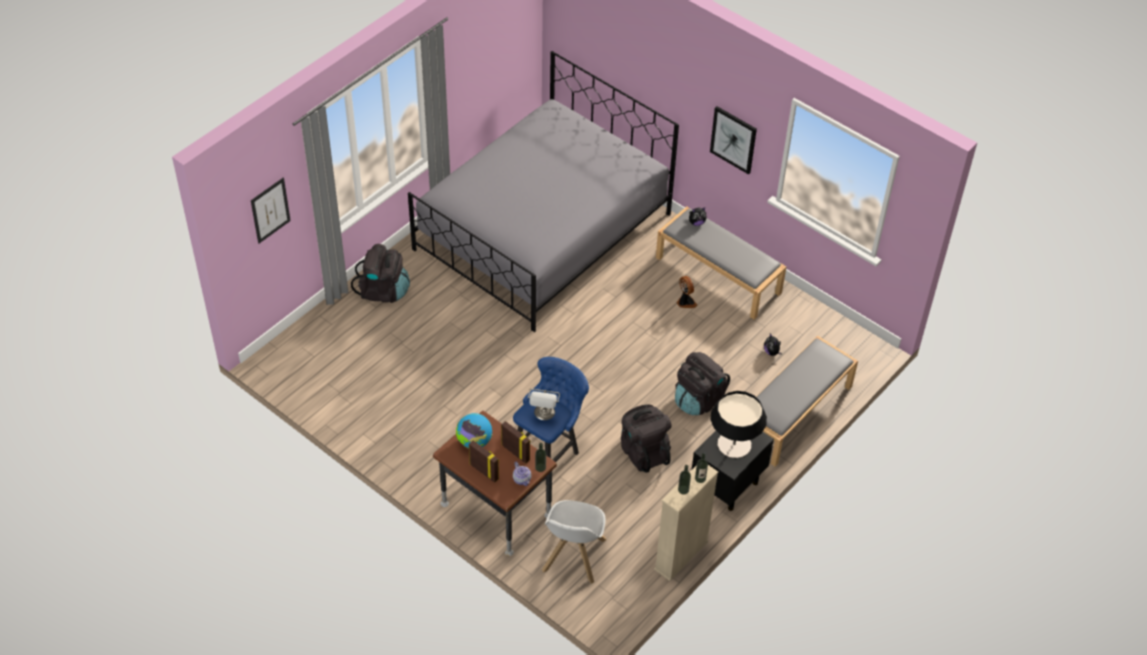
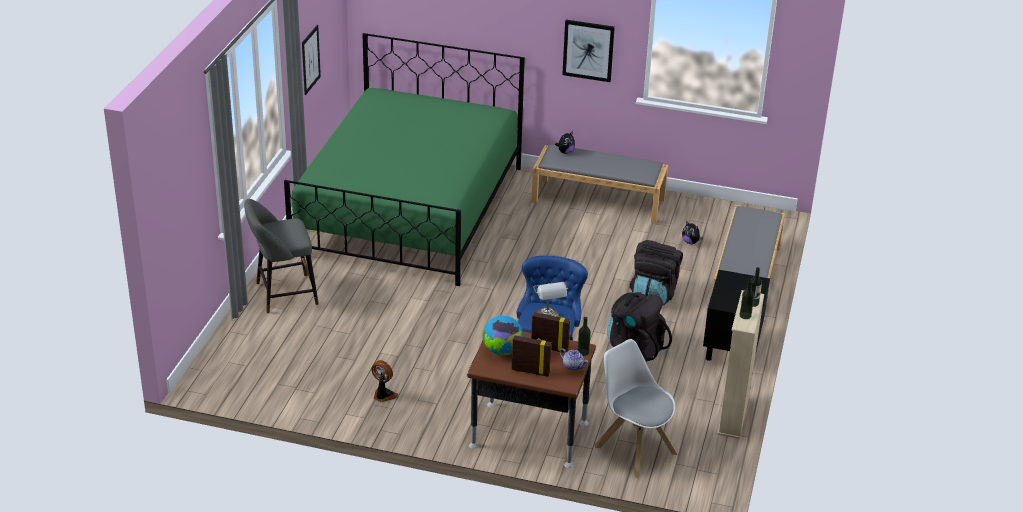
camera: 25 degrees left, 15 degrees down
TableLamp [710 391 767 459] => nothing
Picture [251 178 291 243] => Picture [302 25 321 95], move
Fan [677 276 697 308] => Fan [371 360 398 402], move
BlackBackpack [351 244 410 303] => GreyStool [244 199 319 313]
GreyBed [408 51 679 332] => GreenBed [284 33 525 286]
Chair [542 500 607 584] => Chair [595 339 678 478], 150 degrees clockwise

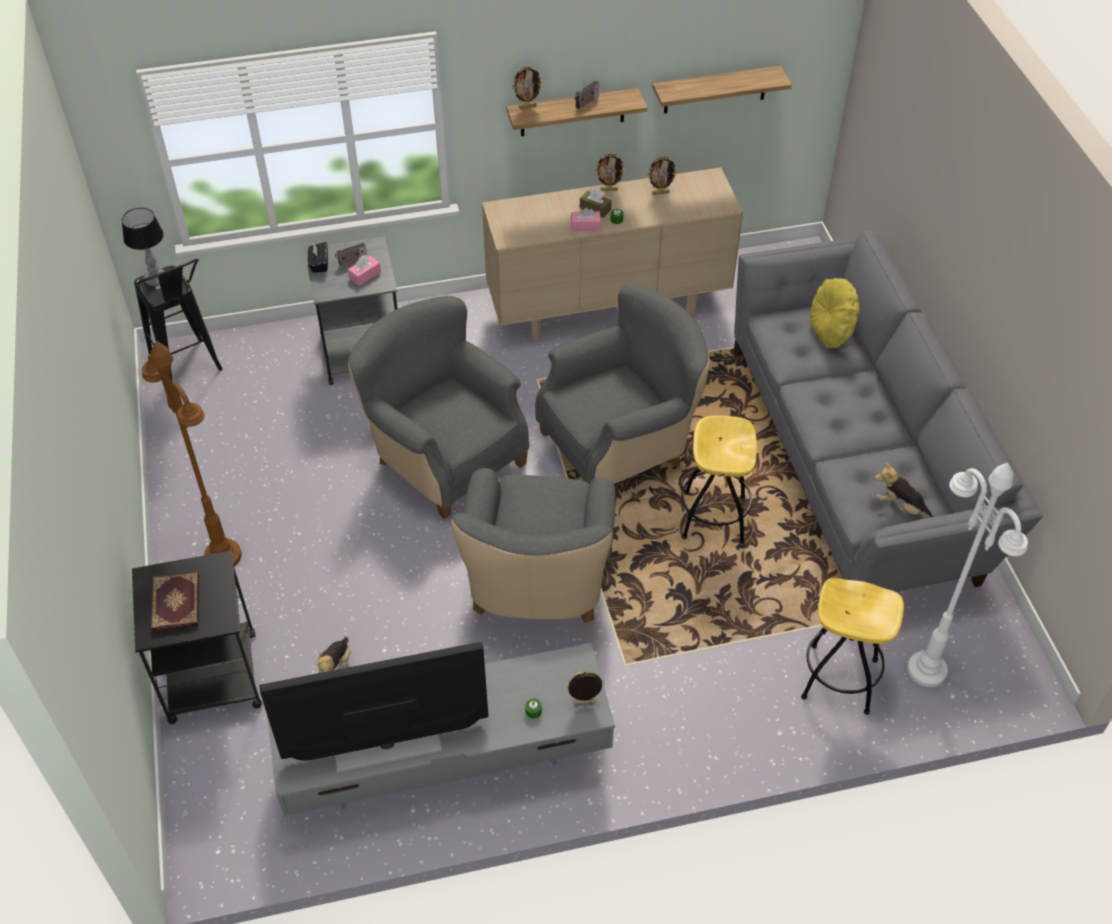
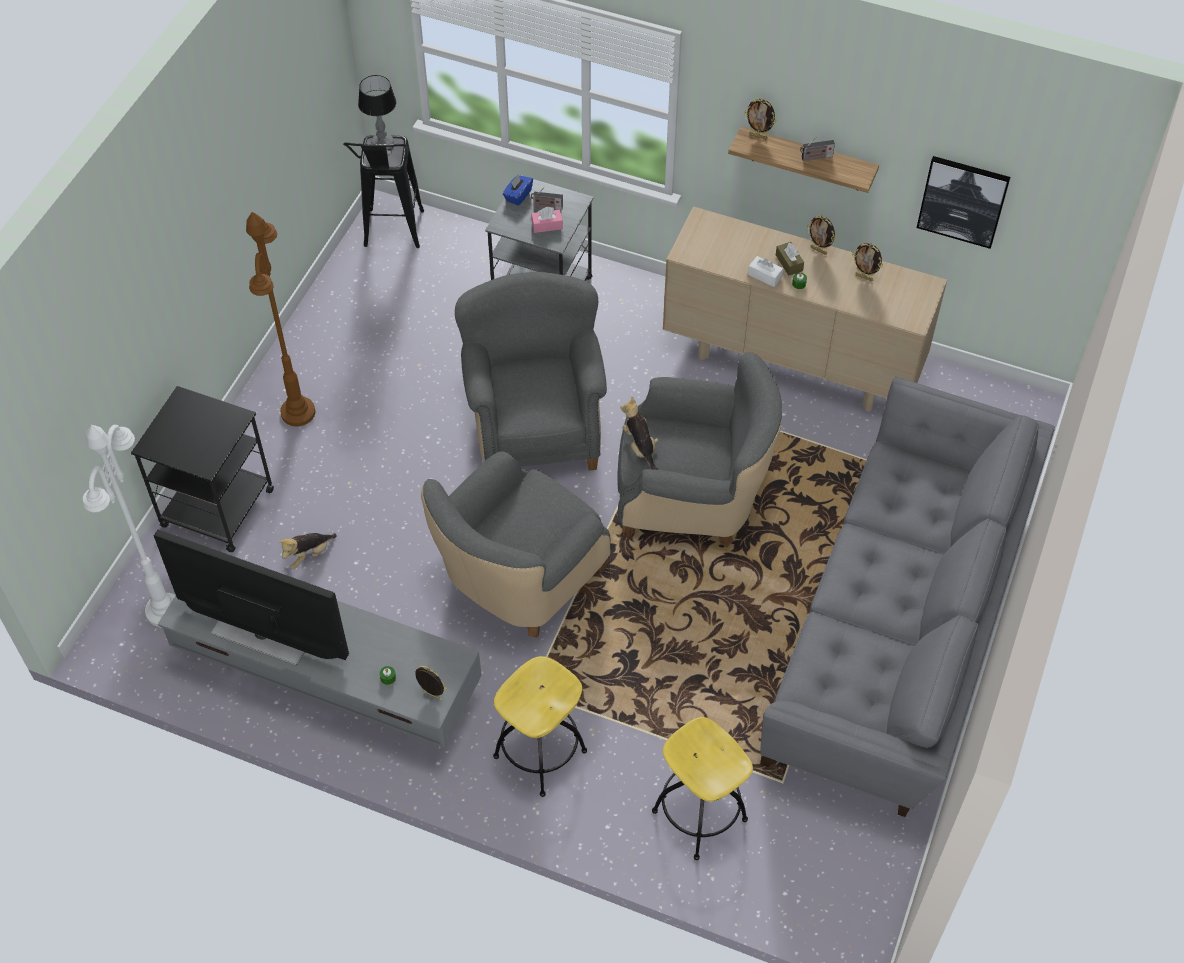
camera: 35 degrees right, 5 degrees up
Book [151 572 199 633] => nothing
YellowPillow [810 278 860 348] => nothing
YellowStool [681 415 757 544] => YellowStool [493 656 587 797], move
PlushToy [875 462 935 518] => PlushToy [620 396 658 470], move
WhiteFloorLamp [907 463 1028 687] => WhiteFloorLamp [83 425 176 627], move
Shelf [652 66 792 114] => Picture [917 156 1011 249]
BlackTissueBox [308 242 328 273] => BlueTissueBox [503 174 533 206]
PinkTissueBox [571 208 601 231] => WhiteTissueBox [748 256 783 287]

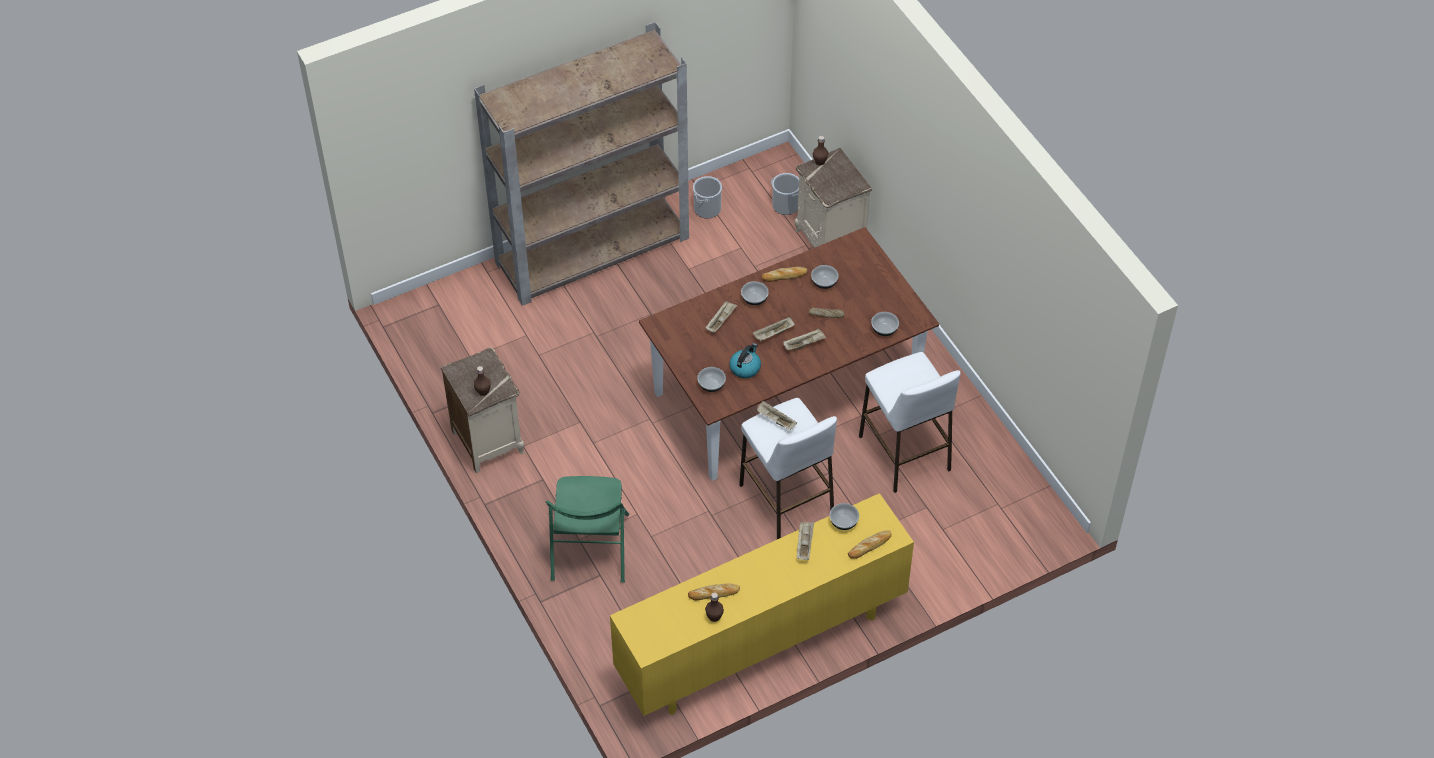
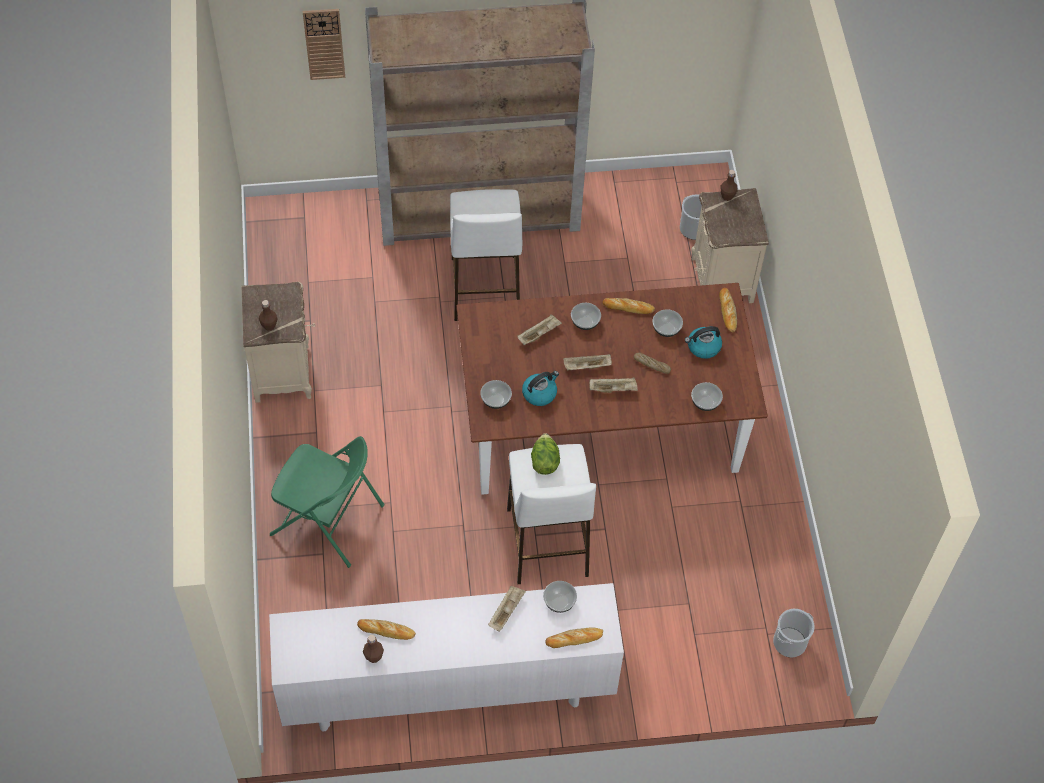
camera: 20 degrees right, 5 degrees up
nothing => WallClock [303 9 345 80]
nothing => Kettle [685 326 722 359]
nothing => Bread [719 288 737 332]
Bucket [693 176 722 218] => Bucket [773 609 815 657], move
WhiteStool [859 352 961 493] => WhiteStool [450 189 522 321], move
BeigeTray [756 401 797 430] => Lettuce [531 433 560 475]
YellowCabinet [610 493 914 716] => WhiteCabinet [269 583 624 731]
GreenChair [546 476 629 583] => GreenChair [270 436 385 568], 90 degrees counterclockwise

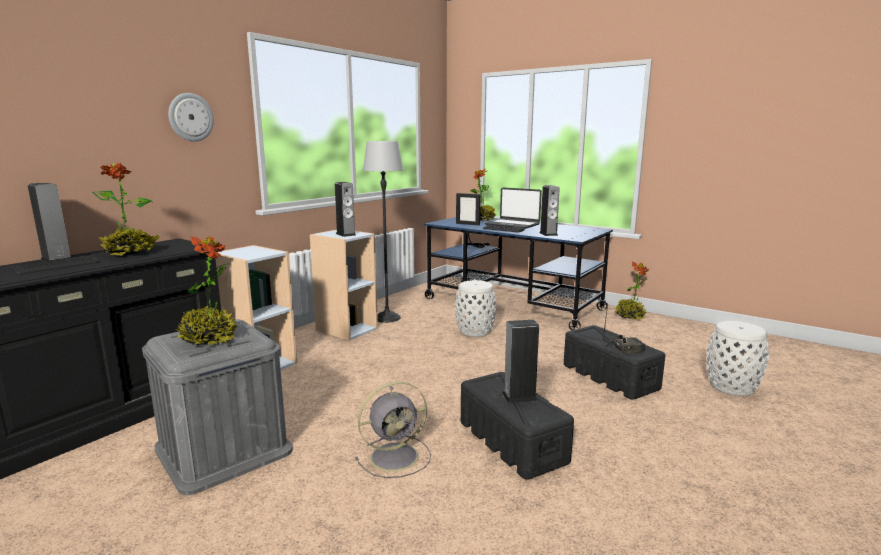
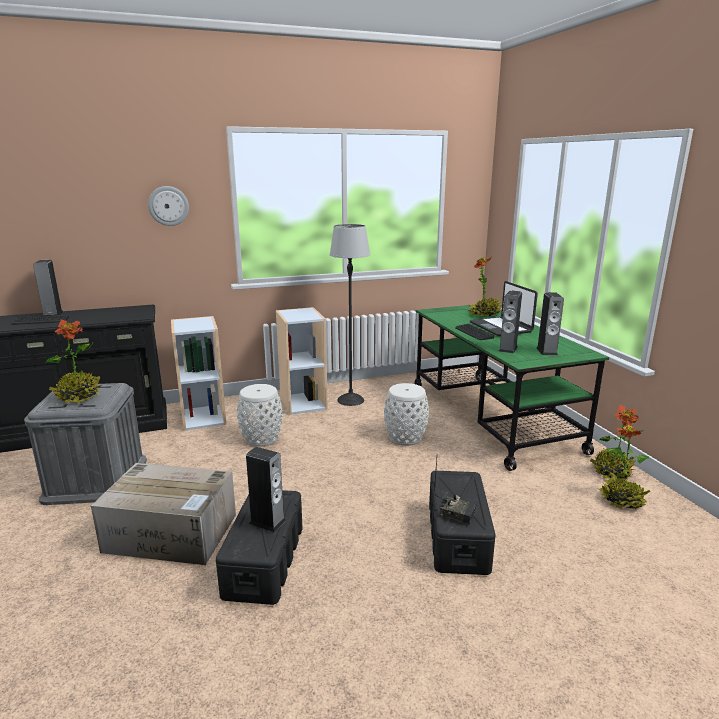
camera: 35 degrees right, 5 degrees up
PictureFrame [456 193 481 225] => nothing
PottedPlant [92 163 160 256] => PottedPlant [599 425 650 509], move
Speaker [335 182 356 237] => Speaker [536 292 564 355], move
WhiteStool [707 321 769 396] => WhiteStool [237 384 283 447], move
GreyFan [355 382 431 478] => CardboardBox [91 463 236 565]
BlueDesk [424 217 613 330] => GreenDesk [415 305 609 471]

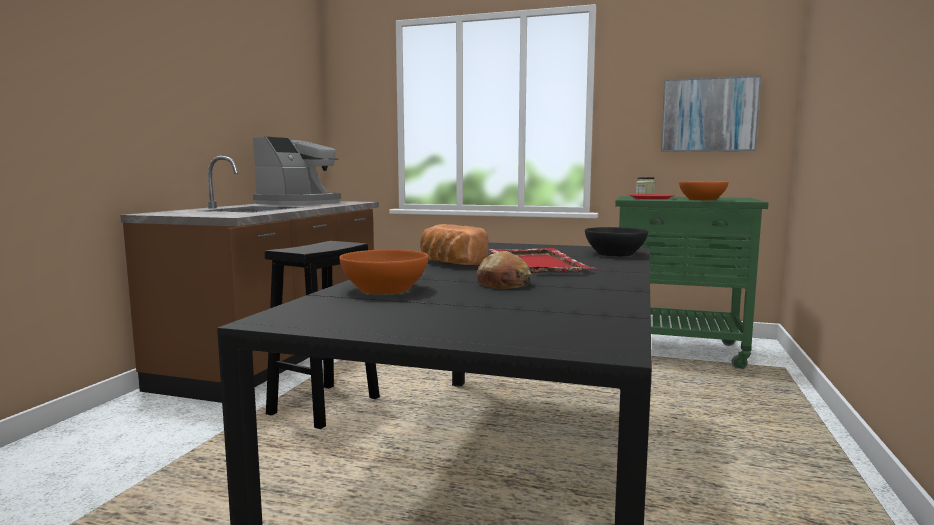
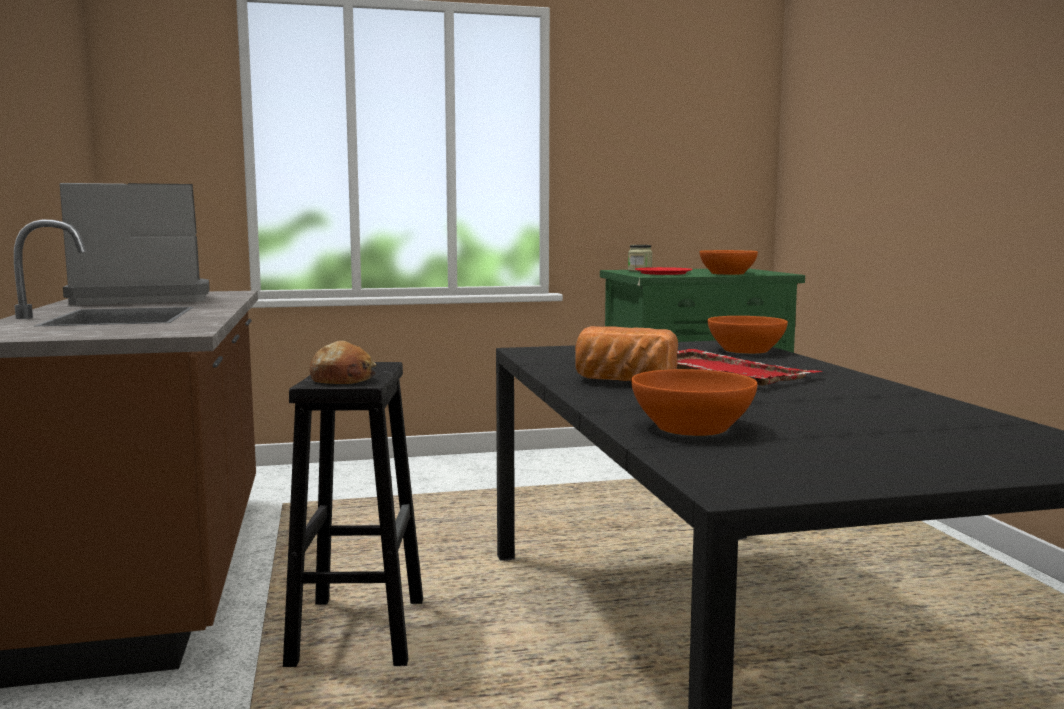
camera: 30 degrees left, 0 degrees up
Picture [661 75 762 152] => nothing
Bread [476 251 532 289] => Bread [310 341 376 384], move
BlackBowl [585 227 648 257] => OrangeBowl [708 316 788 354]
CoffeeMachine [253 136 341 205] => CoffeeMachine [60 183 209 305], 105 degrees counterclockwise

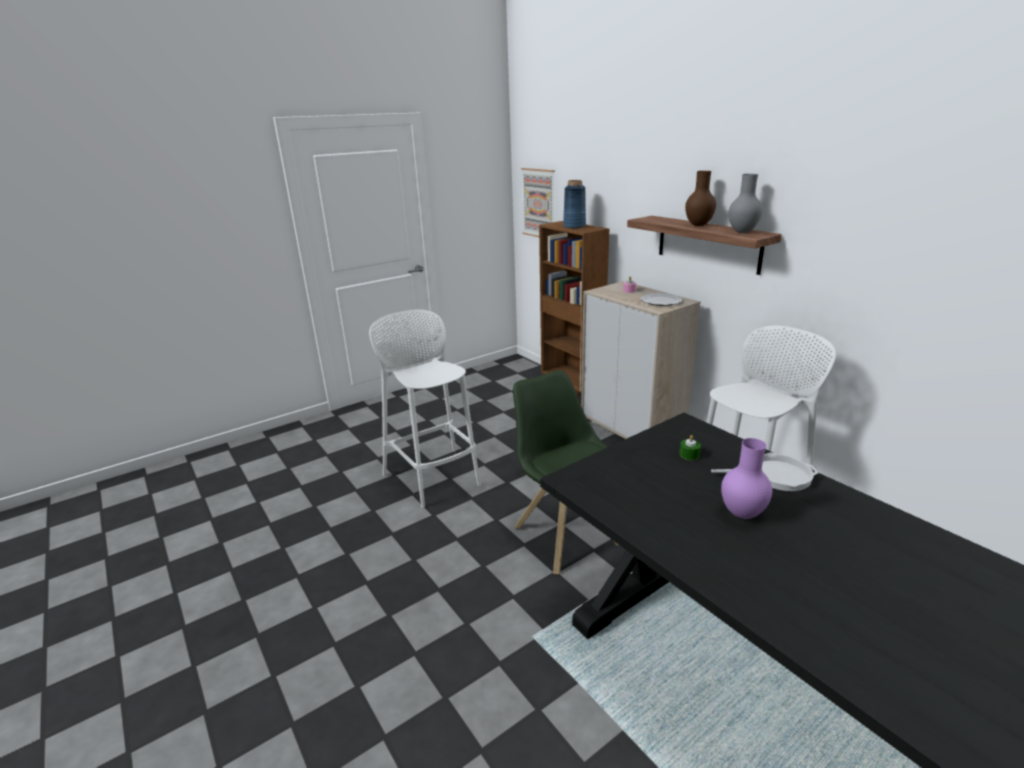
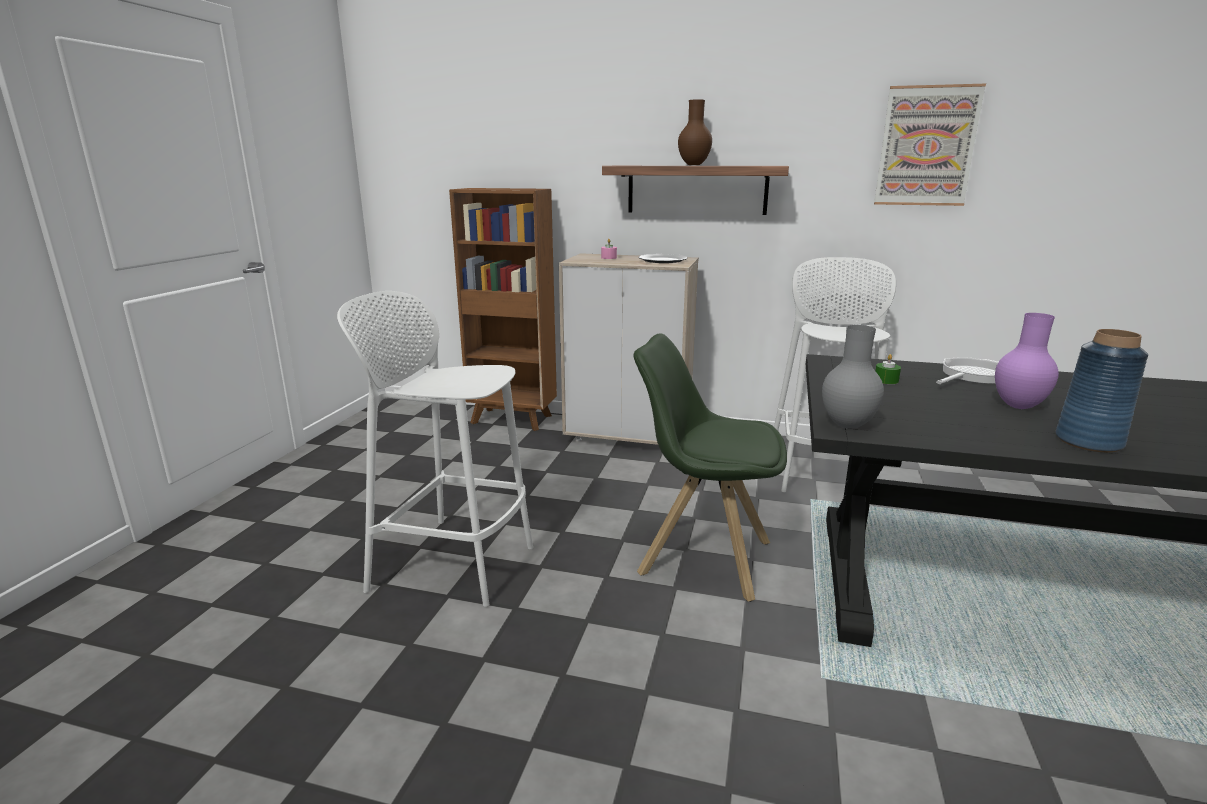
camera: 40 degrees left, 5 degrees down
Picture [521 168 555 237] => Picture [874 84 986 206], move
BlueVase [563 180 586 229] => BlueVase [1055 329 1148 452], move
GreyVase [729 174 762 233] => GreyVase [822 325 884 429], move

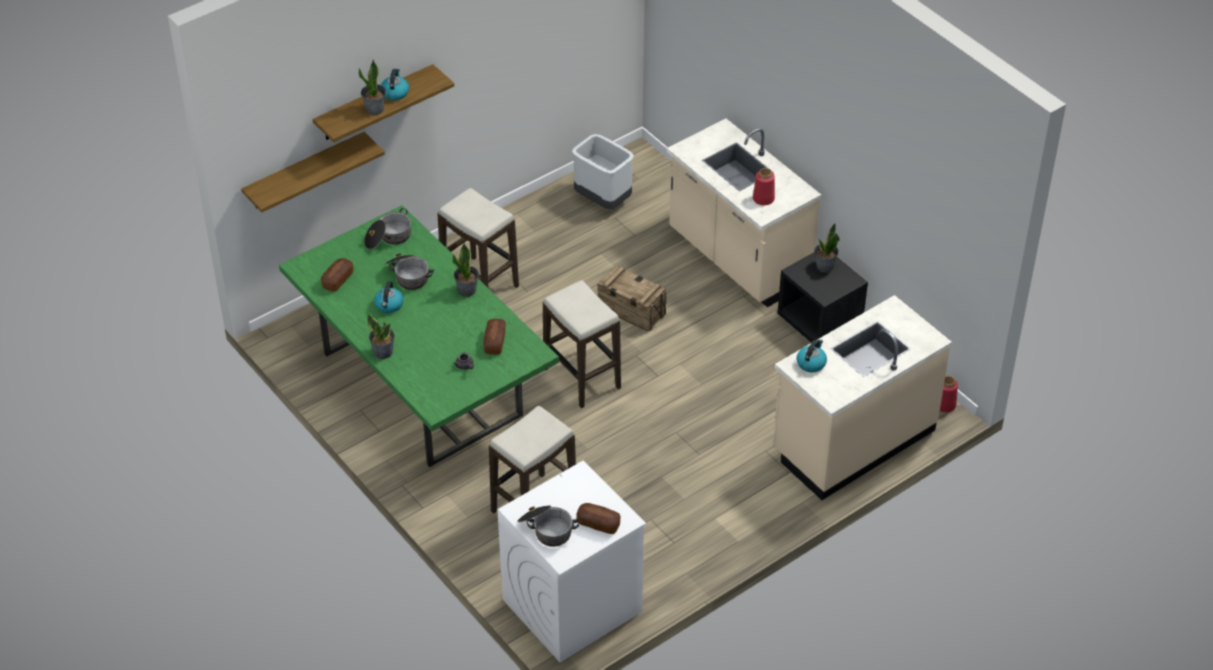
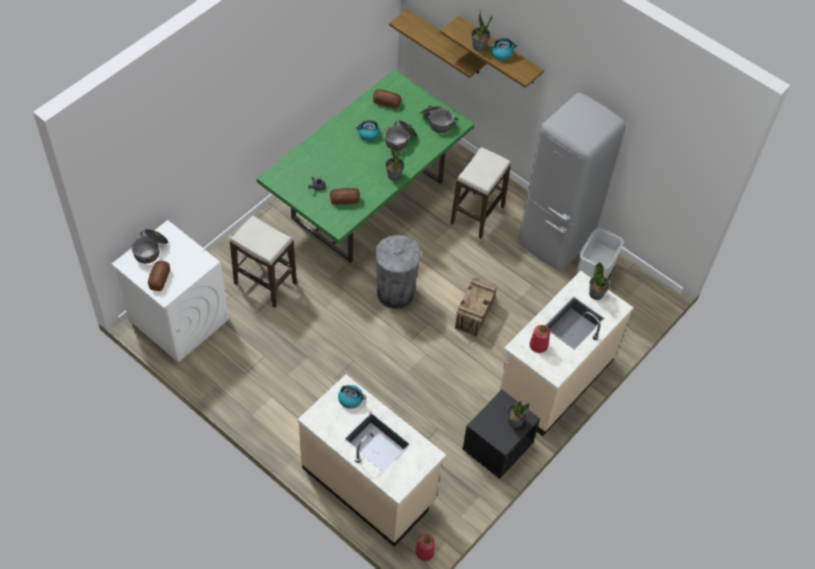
camera: 75 degrees right, 10 degrees up
nothing => GreyFridge [518 93 626 270]
PottedPlant [367 314 395 359] => PottedPlant [589 262 610 300], move
Stool [543 280 621 408] => GreyTrashCan [375 235 421 309]

